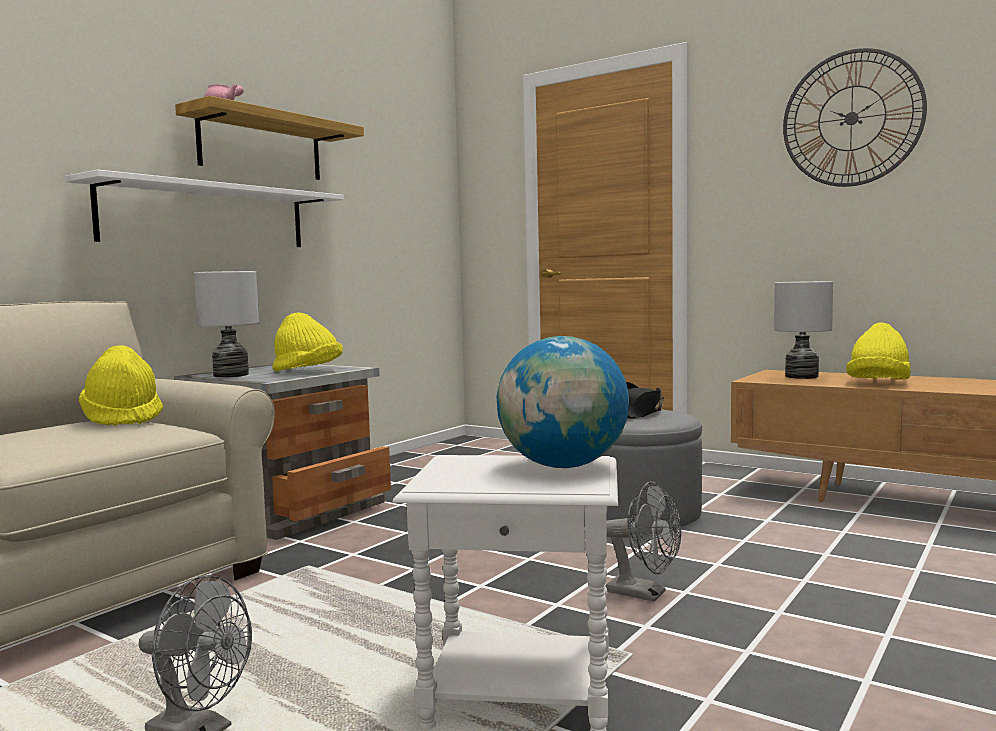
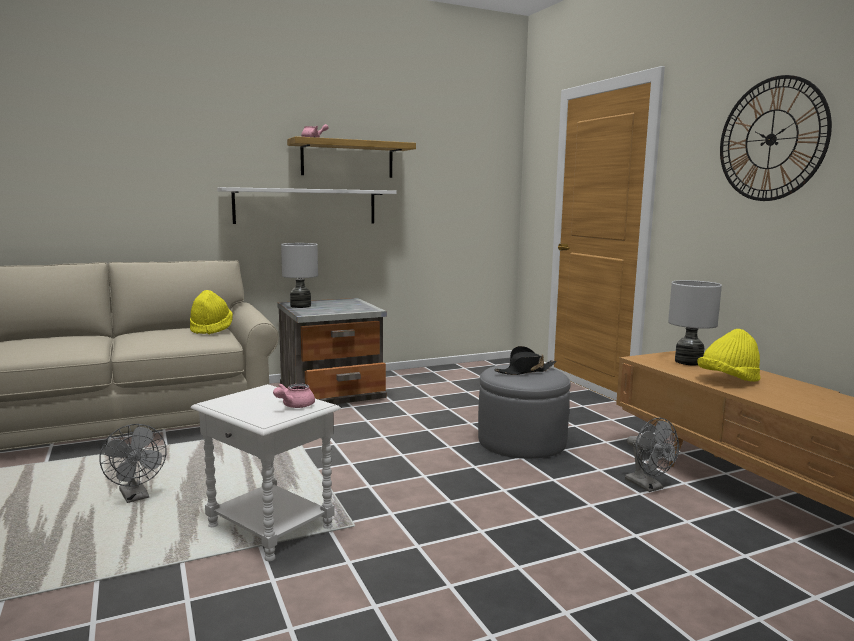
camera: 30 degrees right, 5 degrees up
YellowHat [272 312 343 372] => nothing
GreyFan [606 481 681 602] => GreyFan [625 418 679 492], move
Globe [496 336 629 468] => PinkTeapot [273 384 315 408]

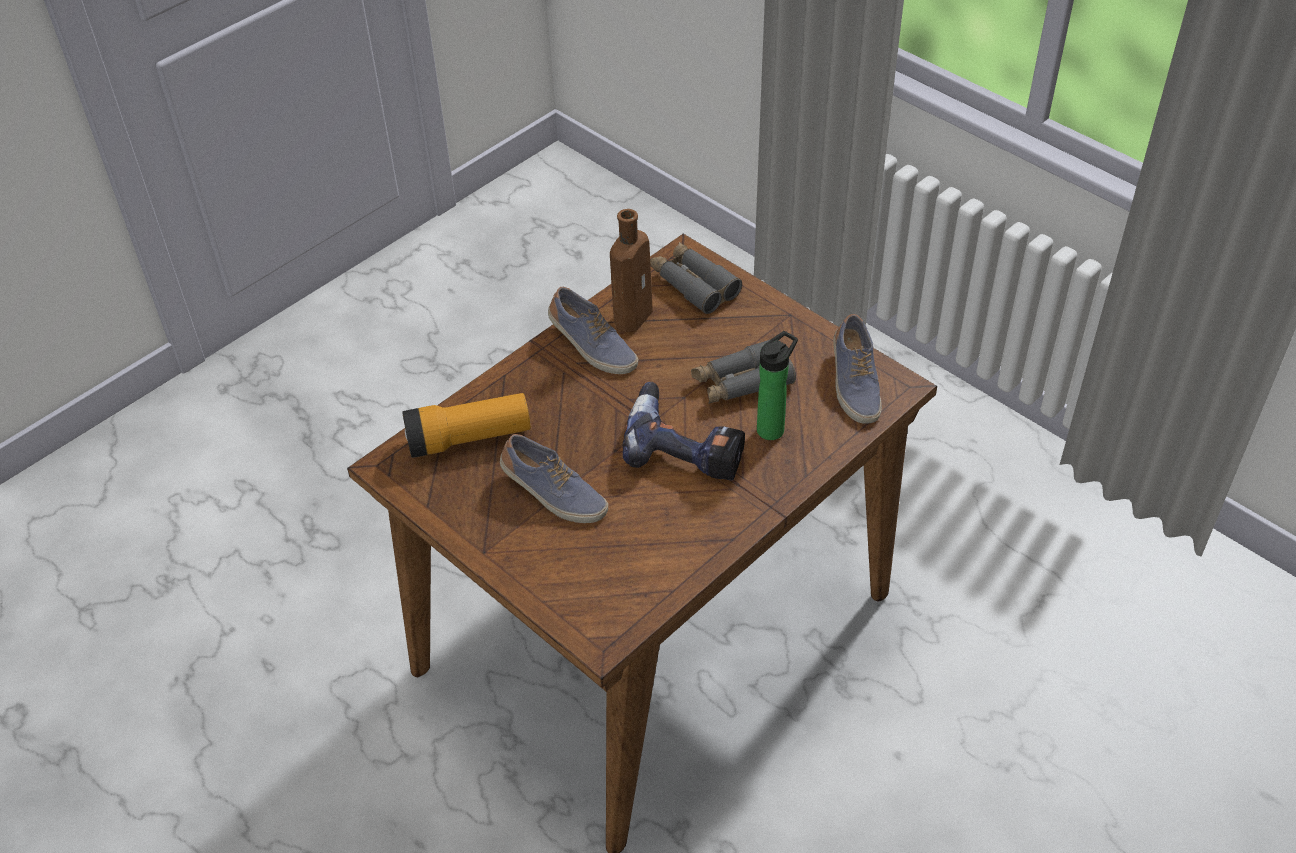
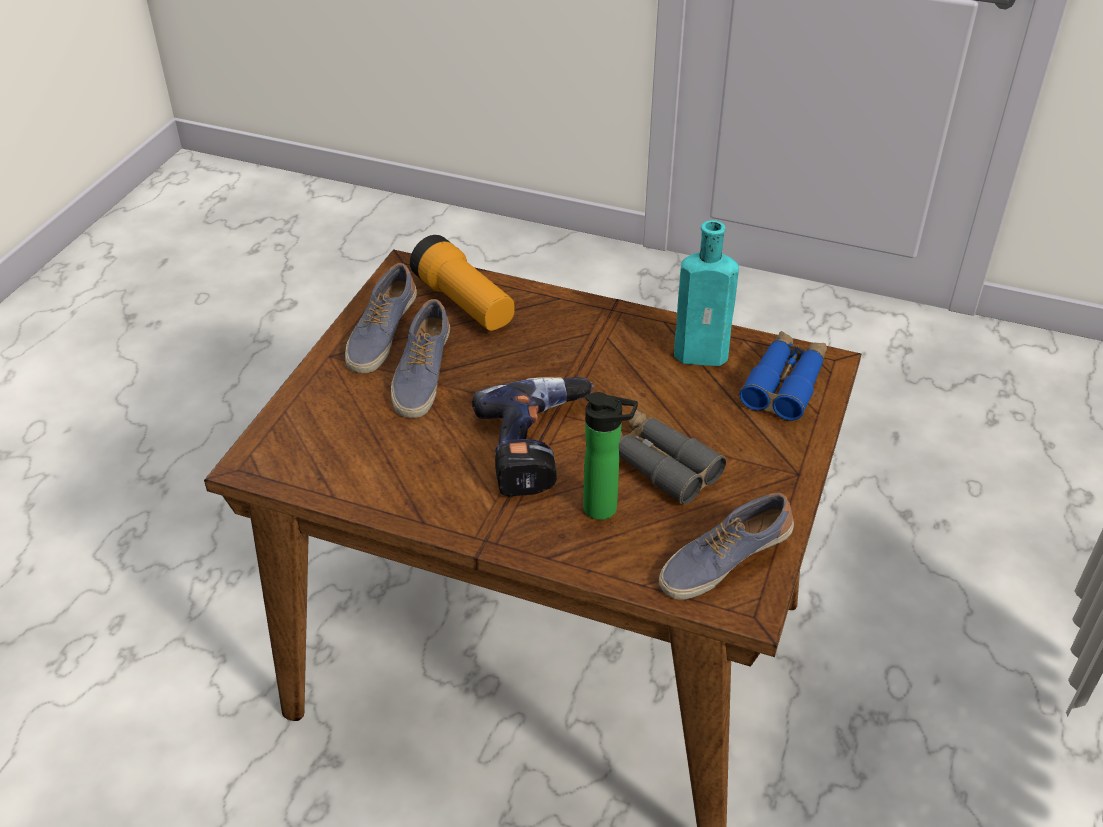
camera: 65 degrees right, 5 degrees down
Shoe [548 287 638 374] => Shoe [345 263 417 373], move
BrownBottle [610 209 653 332] => TurquoiseBottle [674 220 739 366]
GreyBinoculars [650 242 742 314] => BlueBinoculars [739 331 827 421]

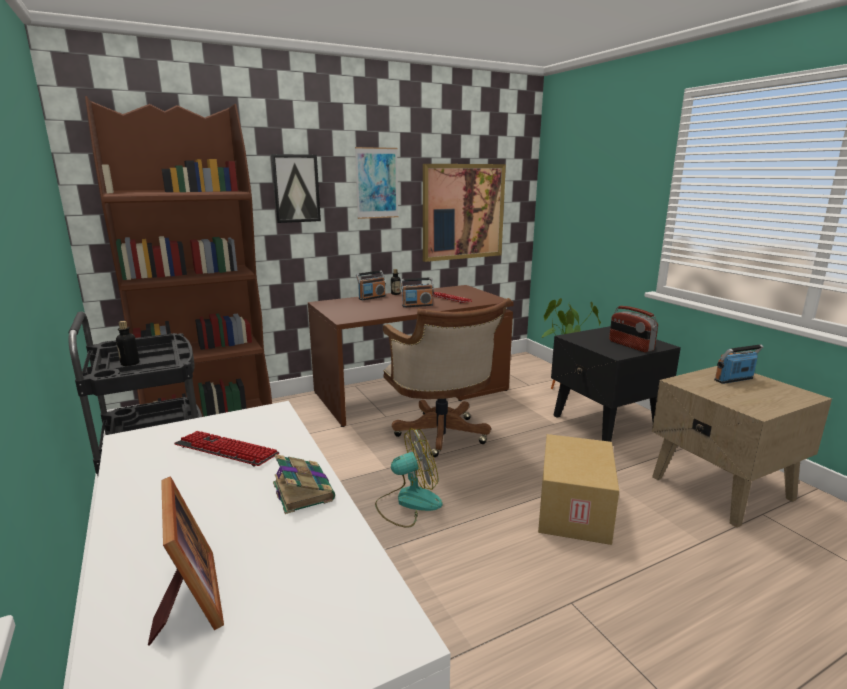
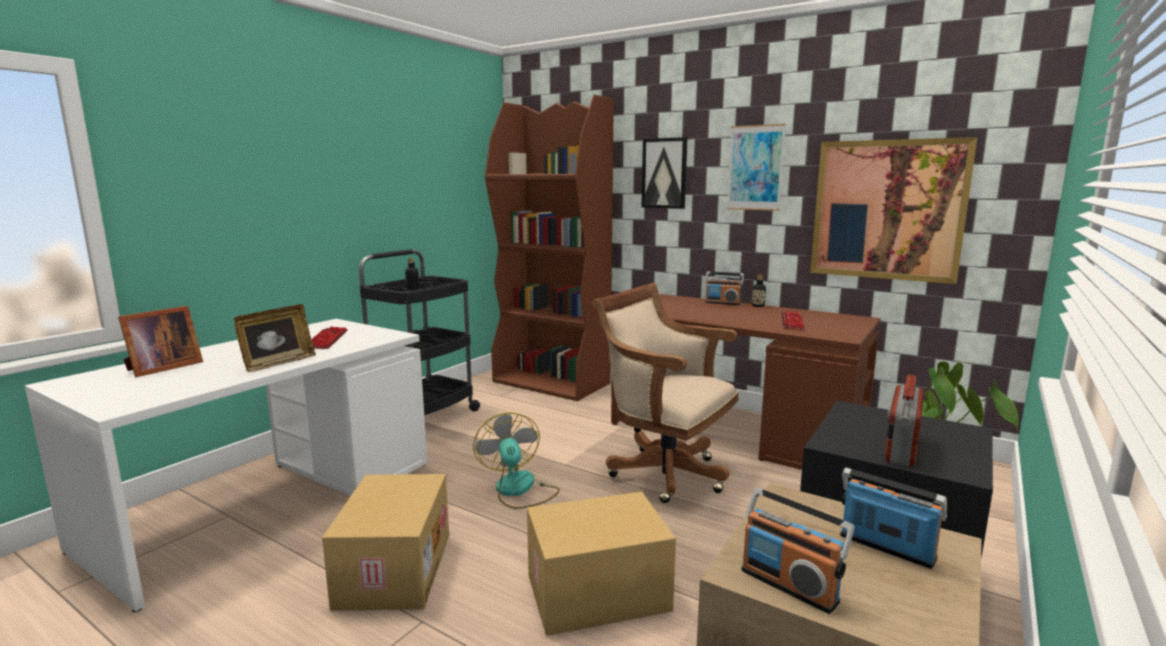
camera: 60 degrees right, 5 degrees down
nothing => CardboardBox [322 474 449 611]
Radio [400 277 434 308] => Radio [742 487 855 614], move
Book [273 454 335 514] => PictureFrame [234 304 316 372]
Fan [375 428 443 528] => Fan [473 412 560 509], 150 degrees counterclockwise
OfficeChair [383 298 511 457] => OfficeChair [591 283 739 503], 90 degrees clockwise

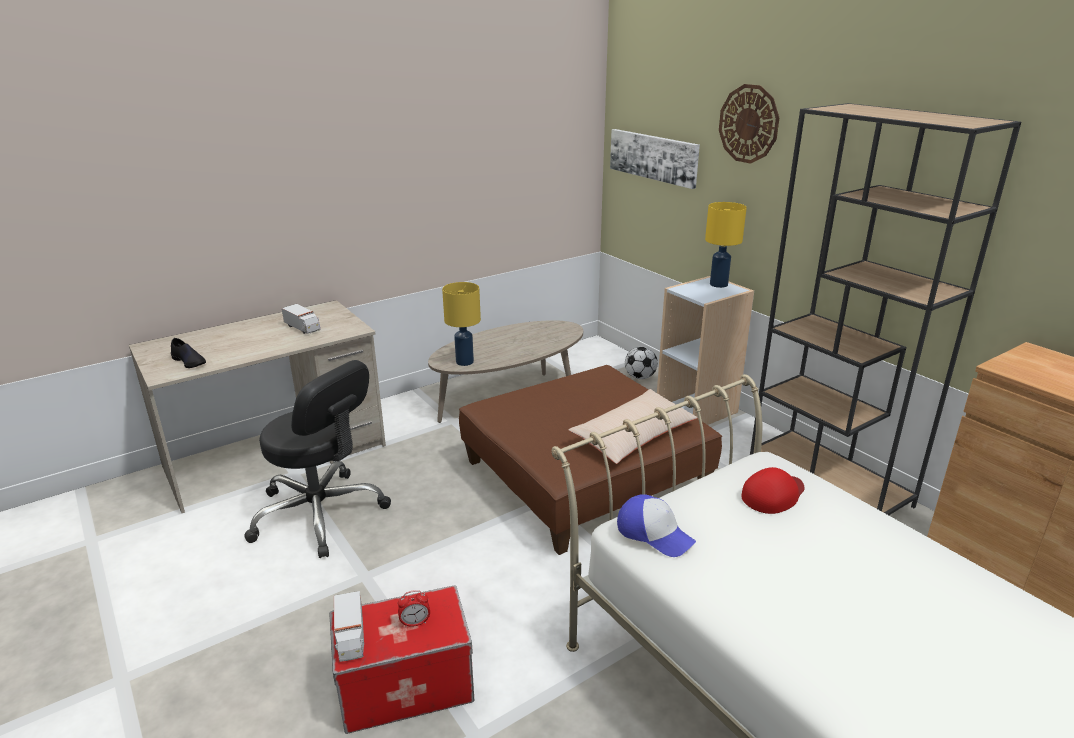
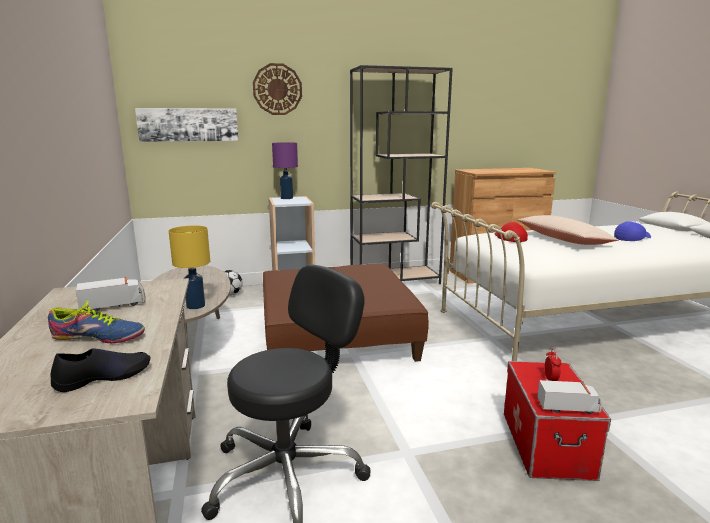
camera: 70 degrees left, 10 degrees down
nothing => Shoe [47 300 145 343]
BeigePillow [568 389 697 464] => BeigePillow [517 215 618 245], move
Cap [617 494 696 557] => Cap [614 221 651 241], move
YellowTableLamp [705 202 747 288] => PurpleTableLamp [272 142 298 199]

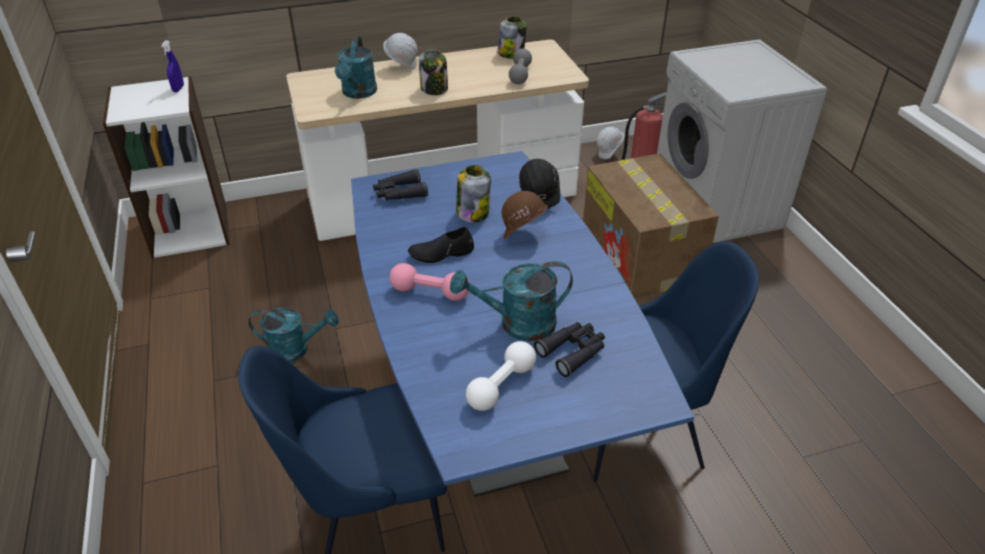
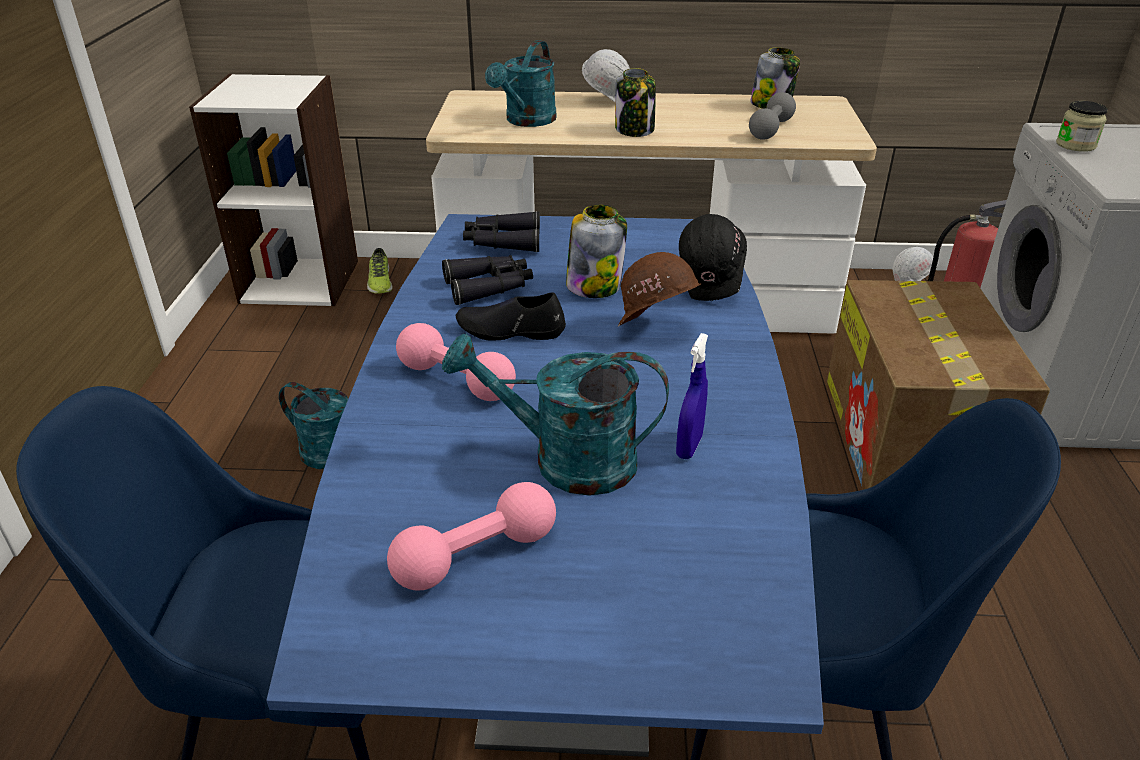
camera: 20 degrees right, 5 degrees down
nothing => Shoe [367 248 393 294]
nothing => Jar [1056 101 1108 152]
BlueSprayBottle [161 40 184 92] => BlueSprayBottle [676 333 708 459], move
BlackBinoculars [534 322 605 377] => BlackBinoculars [442 255 533 305], move
WhiteDumbbell [466 341 536 411] => PinkDumbbell [387 482 556 590]

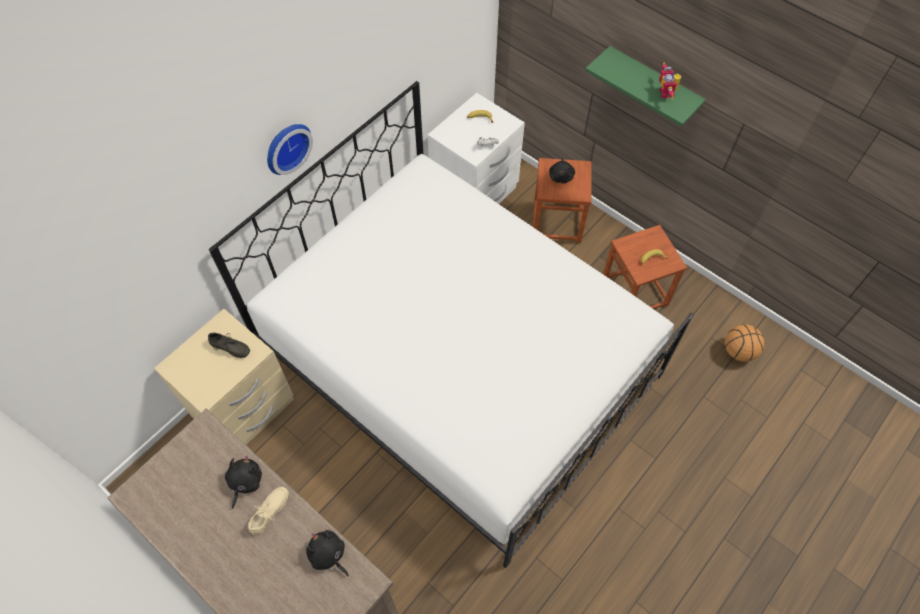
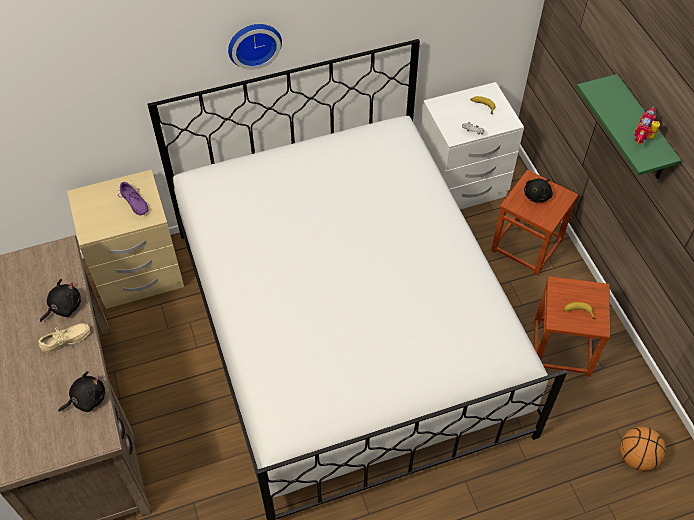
camera: 30 degrees right, 5 degrees down
GreyShoe [208 332 250 358] => PurpleShoe [118 182 148 215]
BlackPlushToy [306 530 349 576] => BlackPlushToy [58 371 105 412], 75 degrees clockwise

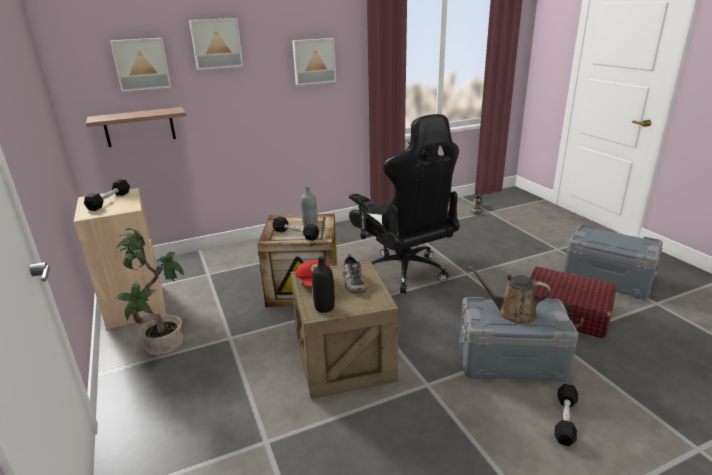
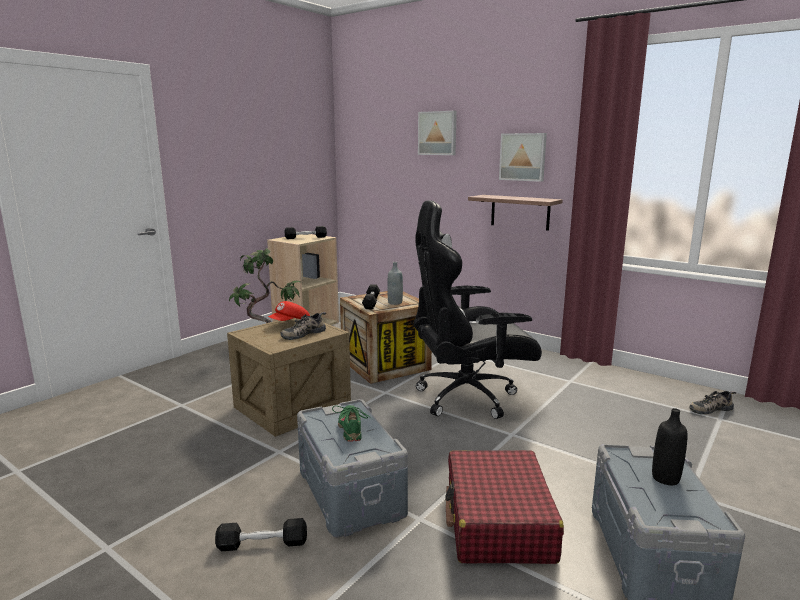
camera: 60 degrees right, 10 degrees down
Picture [110 38 172 92] => nothing
Shelf [86 107 186 147] => Shelf [468 195 563 231], move
BlackBottle [312 256 335 313] => BlackBottle [652 408 688 485], move
BrownWateringCan [468 266 550 324] => GreenShoe [332 405 373 441]
BlackOfficeChair [349 114 460 294] => BlackOfficeChair [414 200 542 419], 45 degrees clockwise

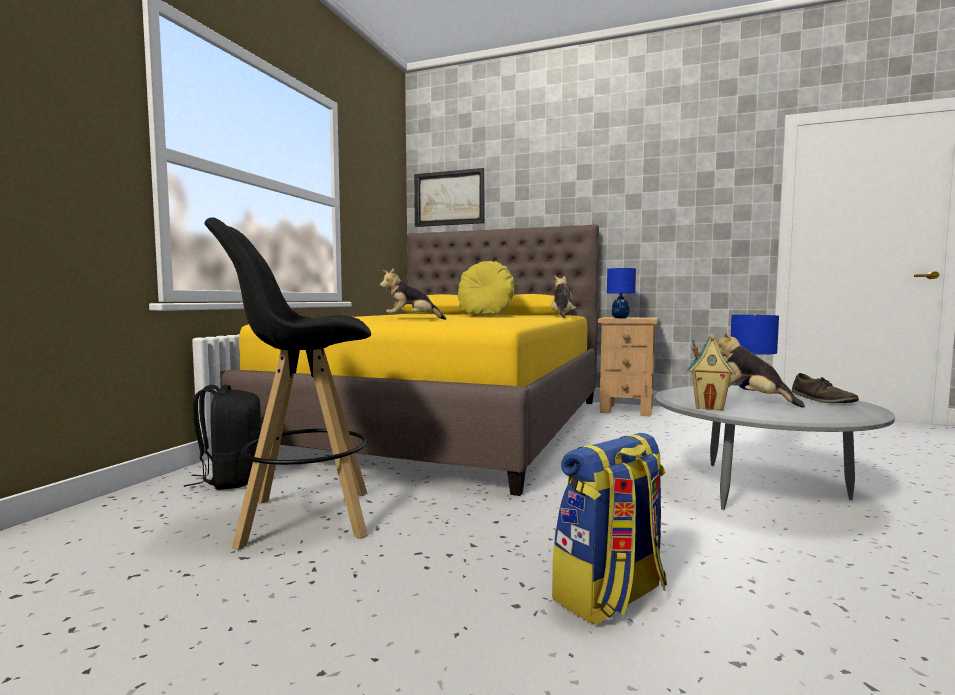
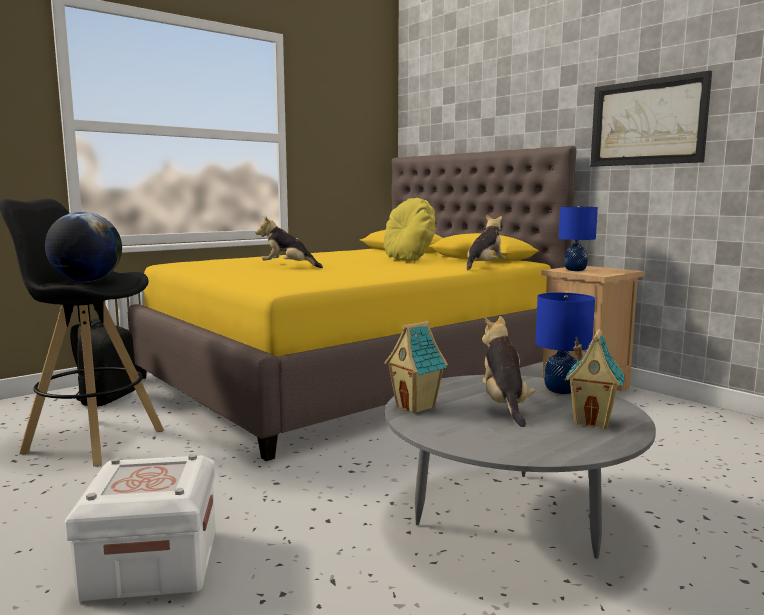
camera: 30 degrees right, 5 degrees up
nothing => Globe [45 212 122 282]
Picture [414 168 485 227] => Picture [590 71 712 167], move
Backpack [552 433 667 625] => WhiteStorageBox [65 454 216 601]
BrownShoe [792 373 859 403] => ToyHouse [565 329 625 429]

